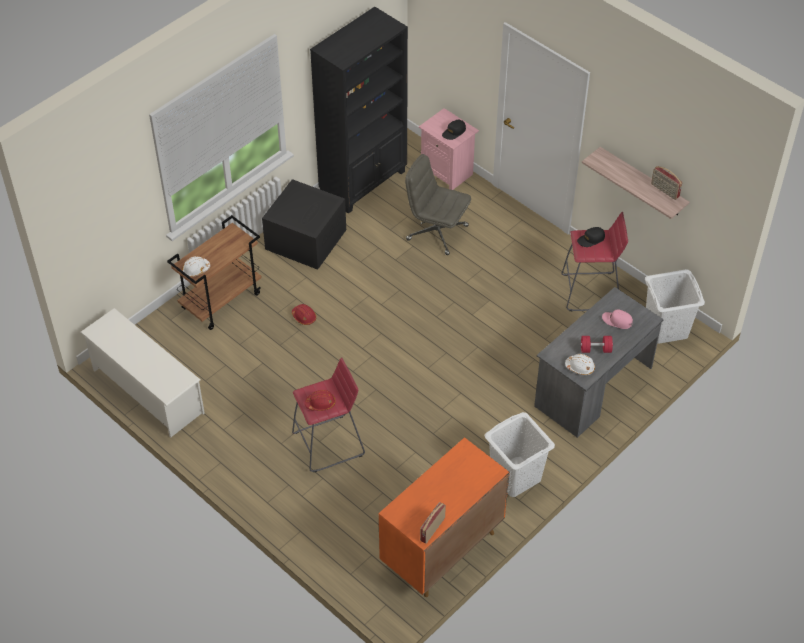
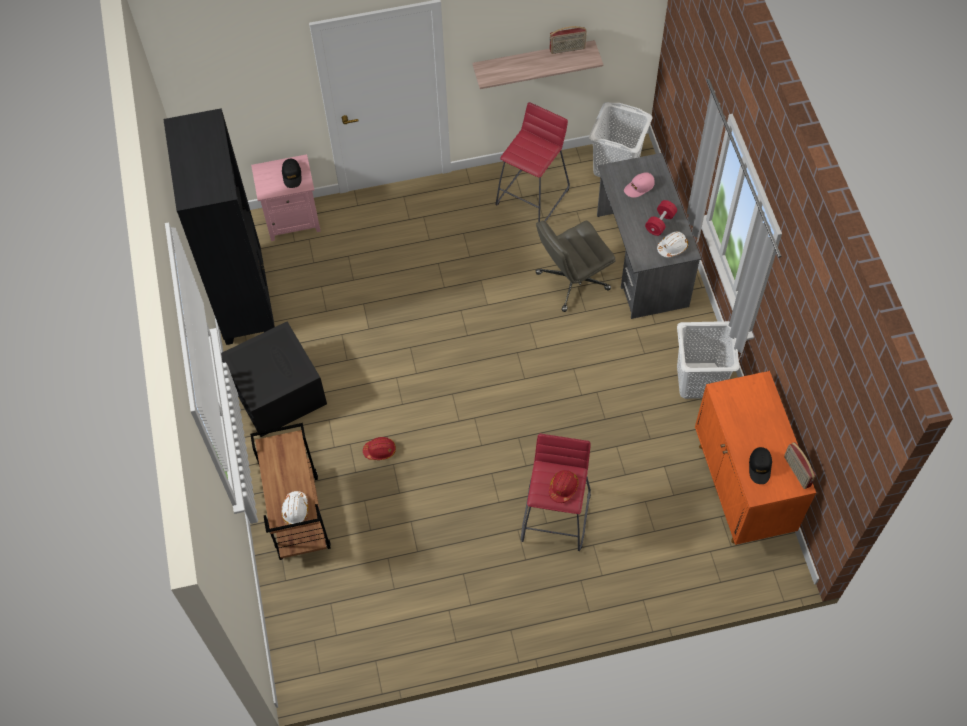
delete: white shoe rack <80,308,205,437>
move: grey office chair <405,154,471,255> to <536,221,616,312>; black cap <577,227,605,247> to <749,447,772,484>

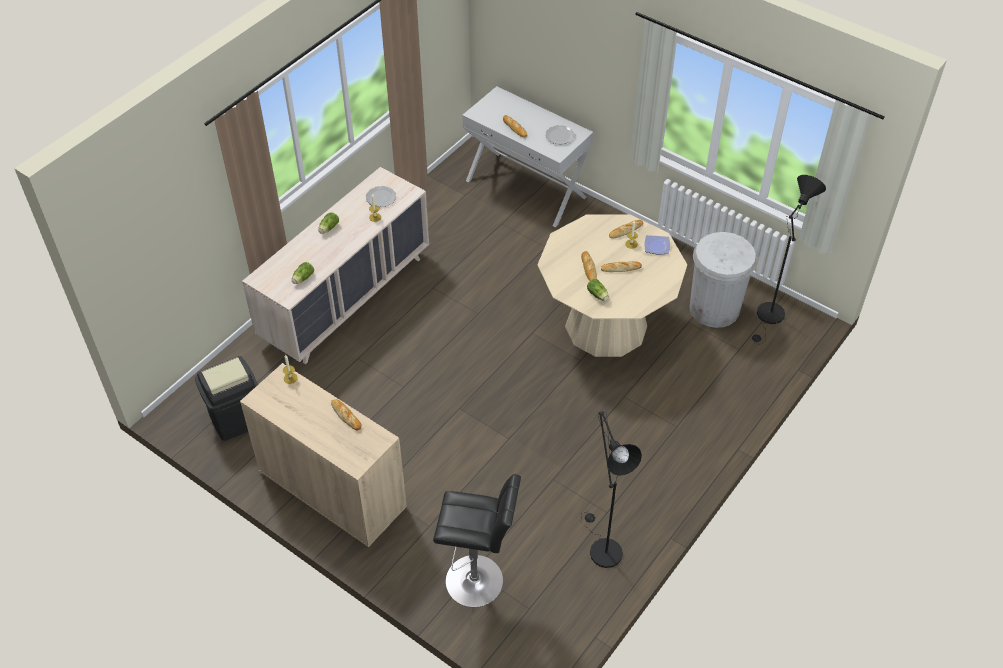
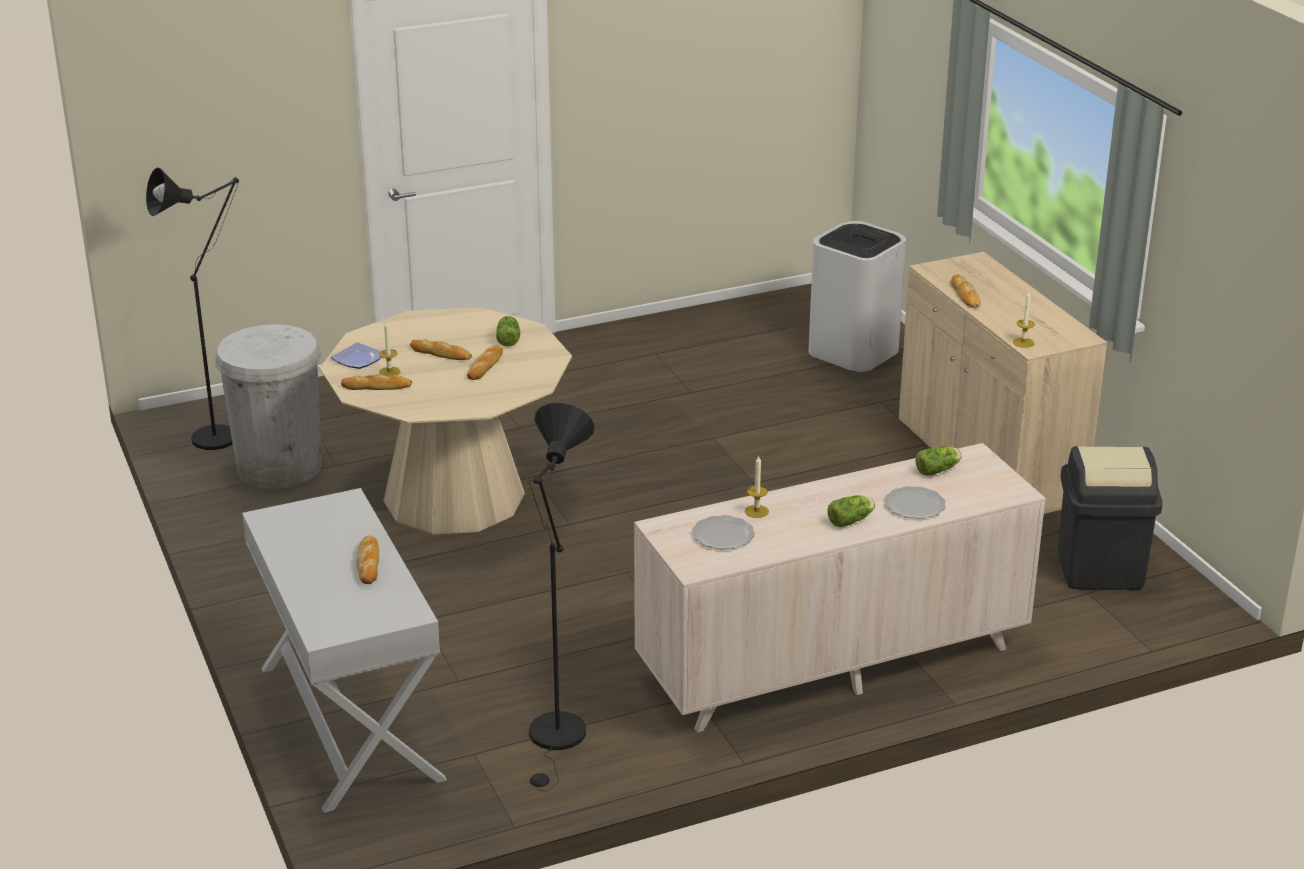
move: plate <545,125,574,144> to <885,486,946,519>; black floor lamp <581,411,642,568> to <529,403,595,791>
replace: black stool <433,474,521,607> to white trash can <809,221,906,372>

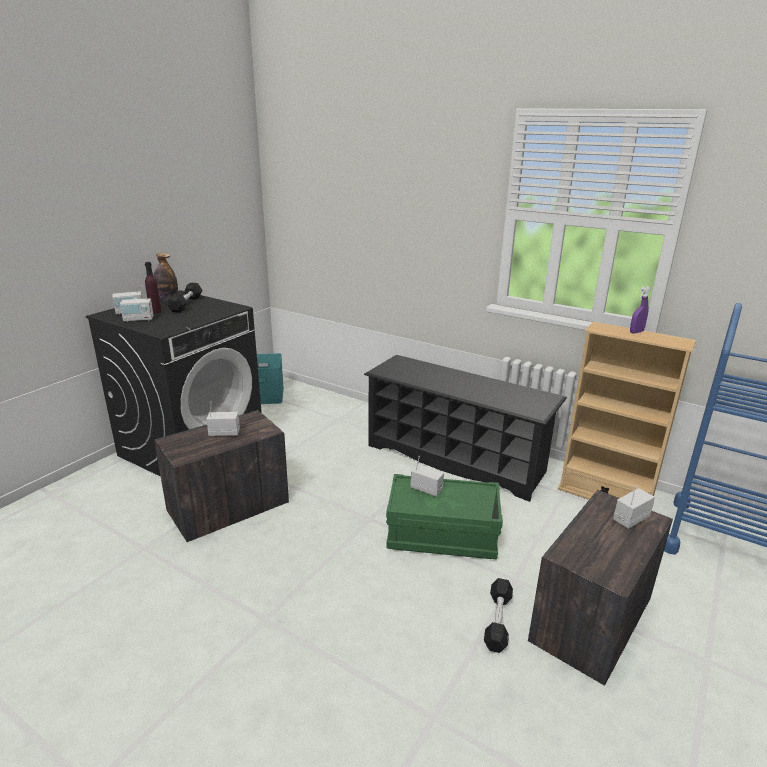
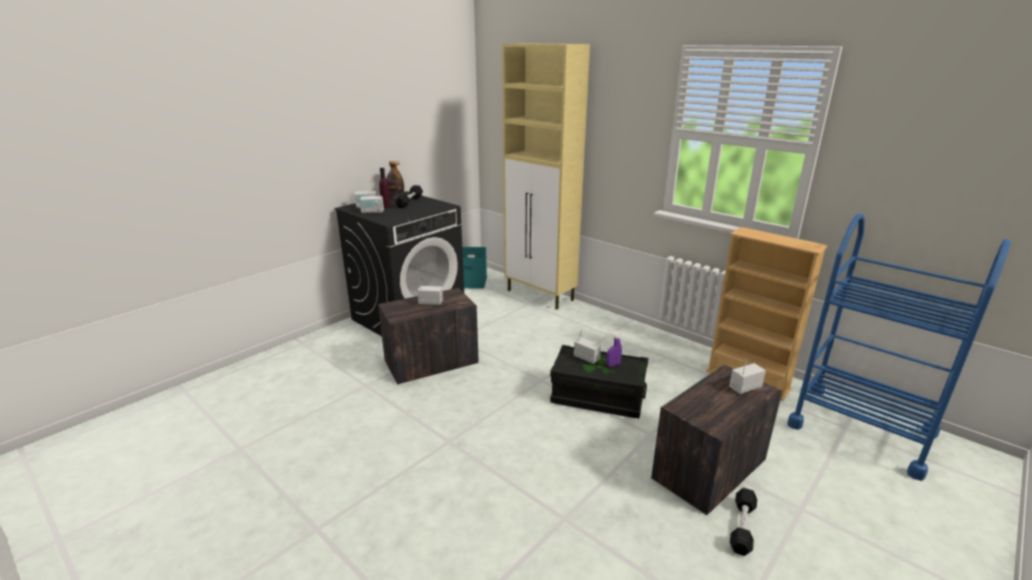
delete: black shoe rack <364,355,567,502>
insert: beige cabinet <502,44,590,309>
move: purple spray bottle <630,287,651,334> to <606,331,622,366>; black dumbbell <484,578,513,653> to <730,488,757,556>
recolor: green storage box <386,474,503,559> to black storage box <550,345,649,418>

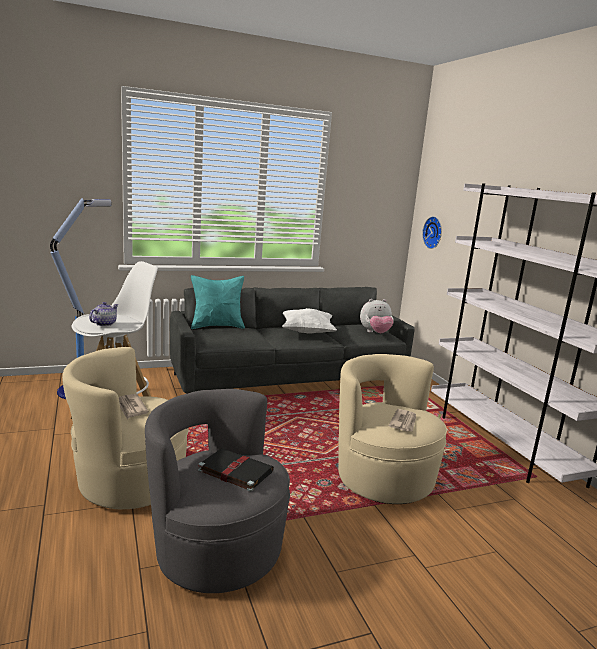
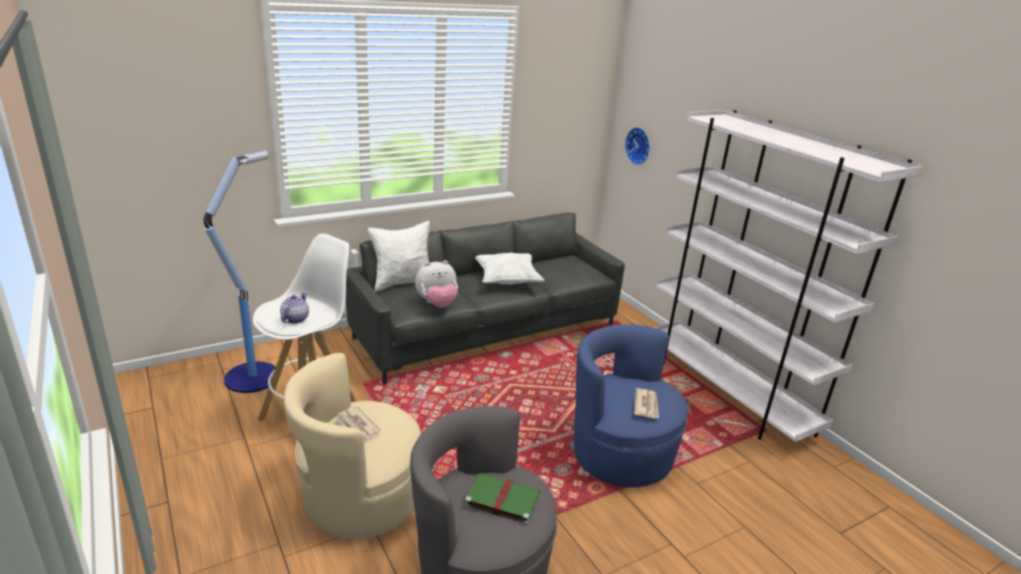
move: plush toy <360,299,394,333> to <415,260,458,307>
recolor: turquoise pillow <191,275,245,329> to white pillow <368,221,430,292>; beige armchair <338,354,447,504> to blue armchair <574,325,688,487>; black book <198,448,274,492> to green book <462,473,540,525>

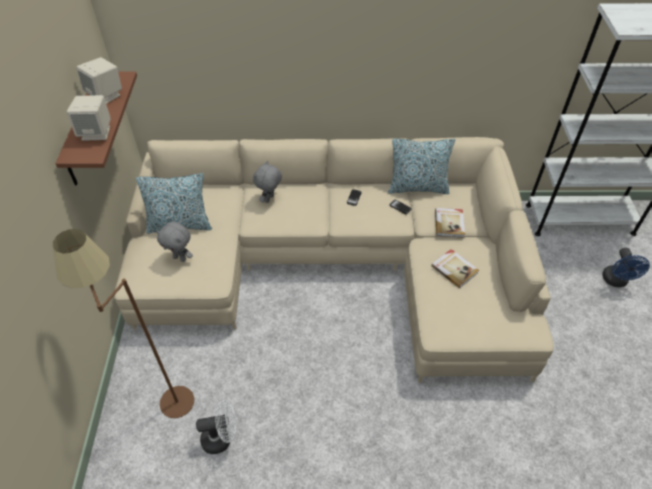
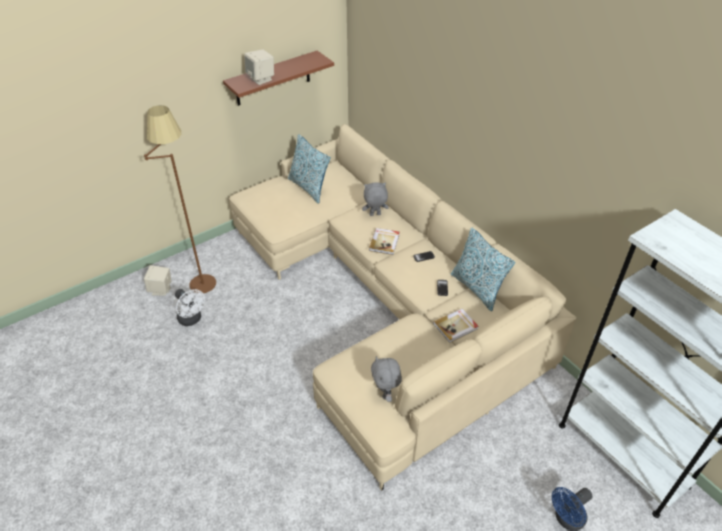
move: beige speaker <77,57,122,104> to <144,265,172,296>; grey plush toy <156,222,193,262> to <371,356,402,402>; book <431,249,479,288> to <369,228,399,255>

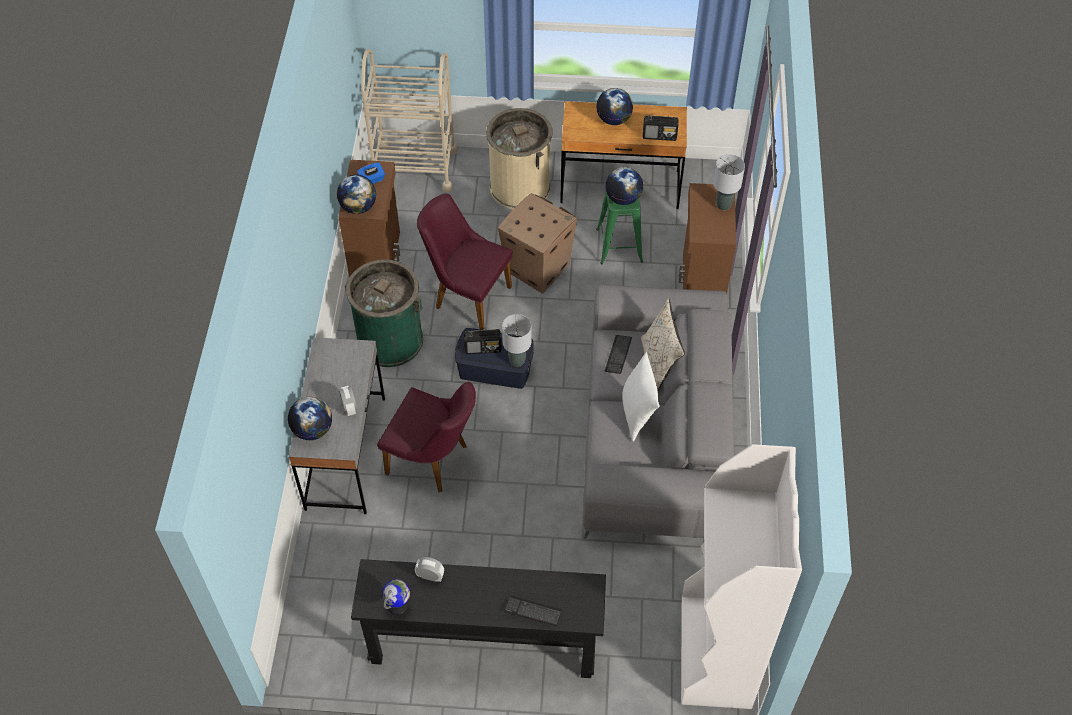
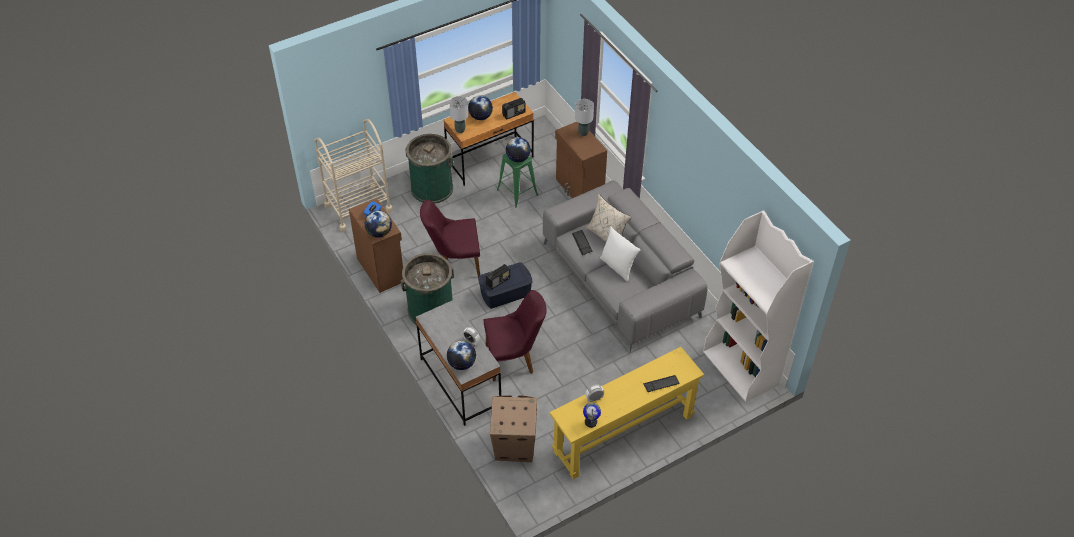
move: cardboard box <498,193,577,294> to <490,395,537,462>; grey table lamp <502,314,531,367> to <449,96,468,133>
recolor: beige trash can <486,108,553,209> to green trash can <405,134,453,204>; black console table <351,559,606,678> to yellow console table <550,347,704,479>

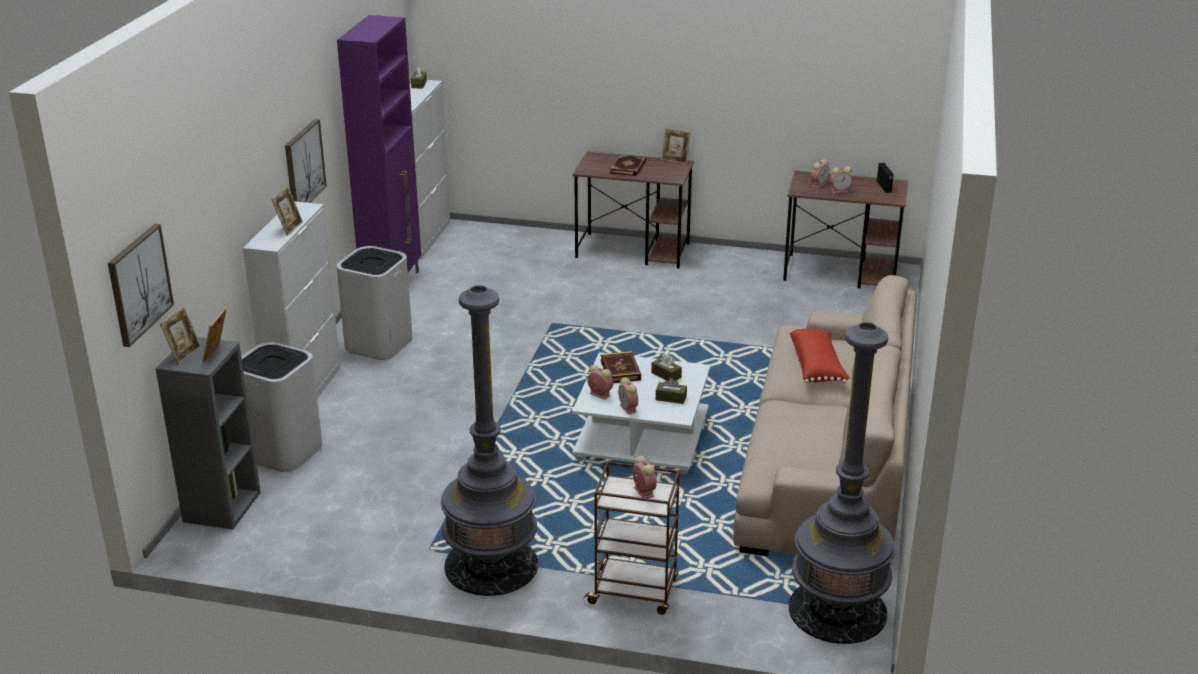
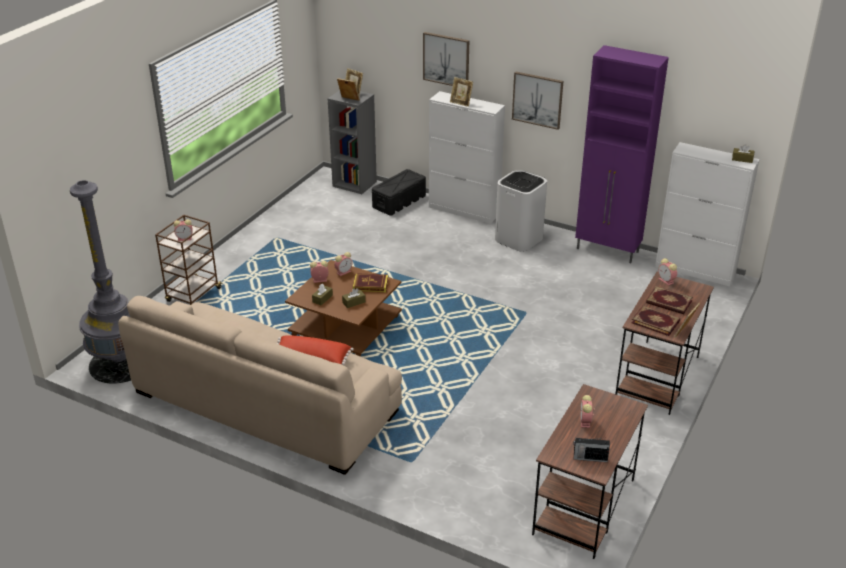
delete: grey floor lamp <441,285,538,596>
insert: book <632,306,680,336>
move: alarm clock <811,159,829,188> to <658,258,677,285>; picture <108,224,174,347> to <423,32,469,86>
replace: white trash can <241,342,323,472> to black storage box <372,169,426,216>
recolor: white coffee table <572,352,711,475> to brown coffee table <285,260,402,357>

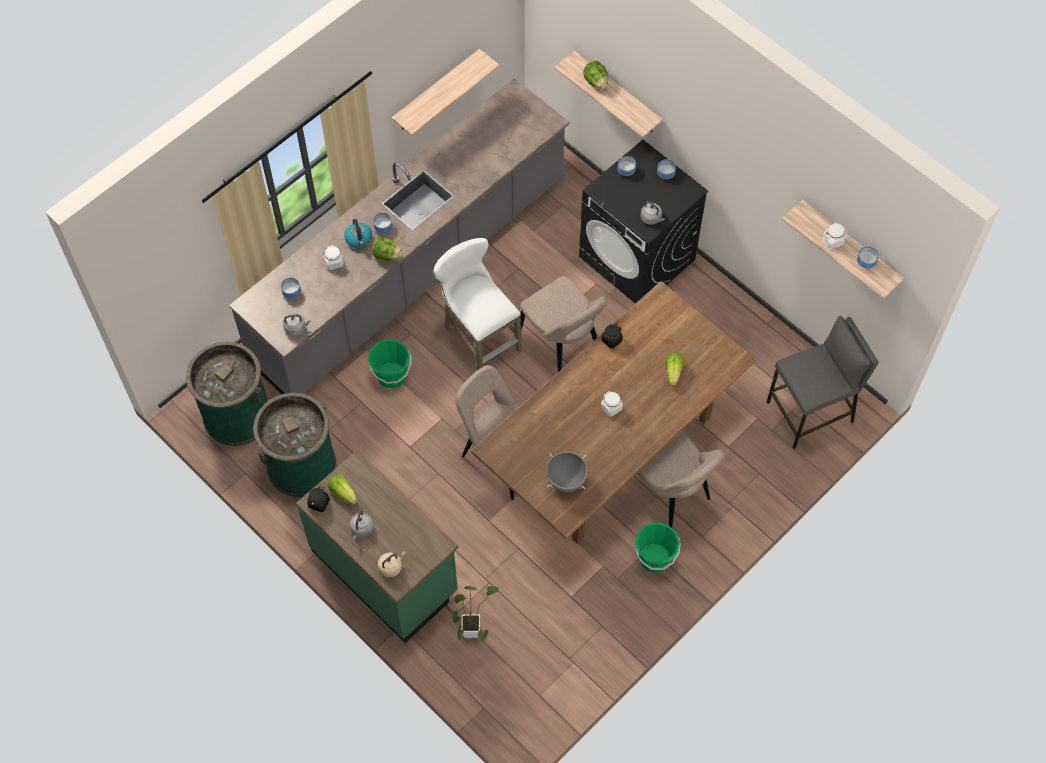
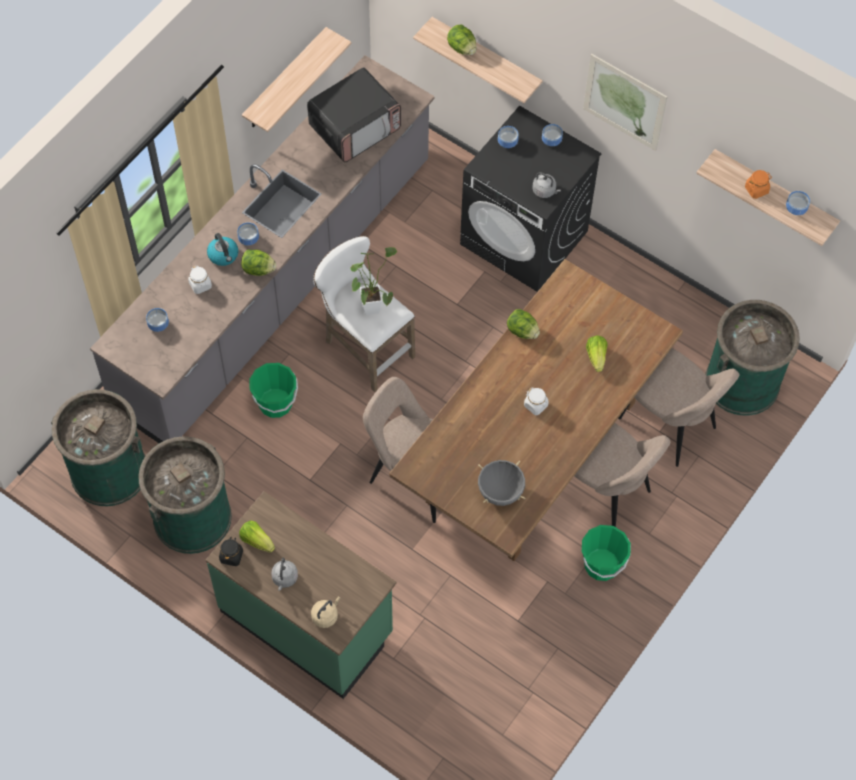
delete: grey kettle <283,313,311,336>
insert: picture <583,54,668,151>; microwave <307,68,401,162>
move: beige chair <520,276,607,372> to <618,348,739,467>; potted plant <452,586,499,642> to <350,247,397,315>
replace: grey stool <767,316,879,449> to green trash can <705,300,800,416>; black jar <601,324,623,349> to lettuce <507,309,540,339>
recolor: white jar <823,223,848,249> to orange jar <745,170,772,199>

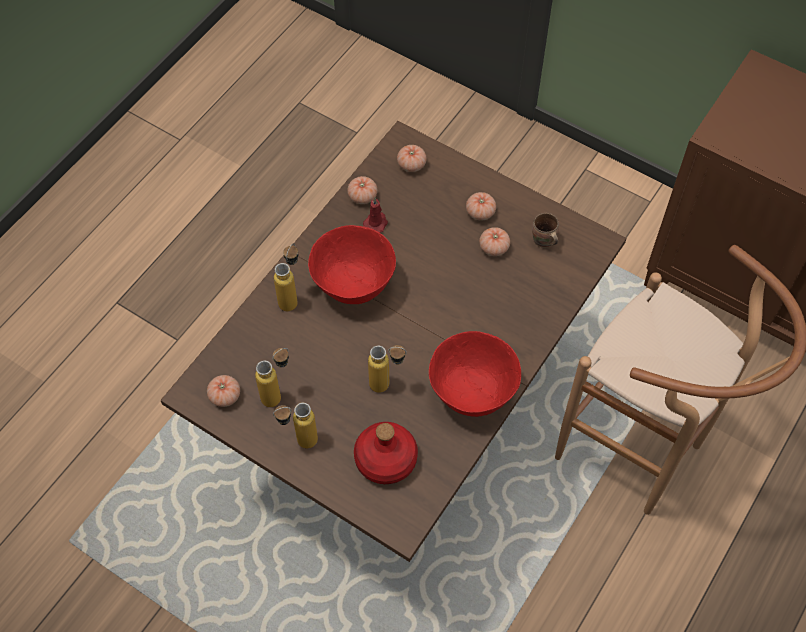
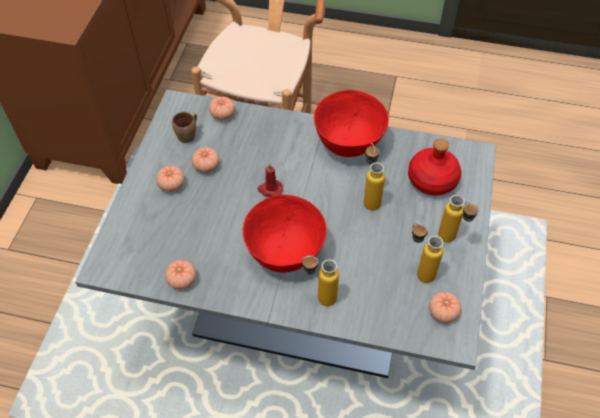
move: tomato <397,145,427,172> to <209,96,235,120>; red candle <363,198,388,233> to <258,163,283,197>
recolor: brown dining table <161,121,626,562> to grey dining table <75,90,496,378>

